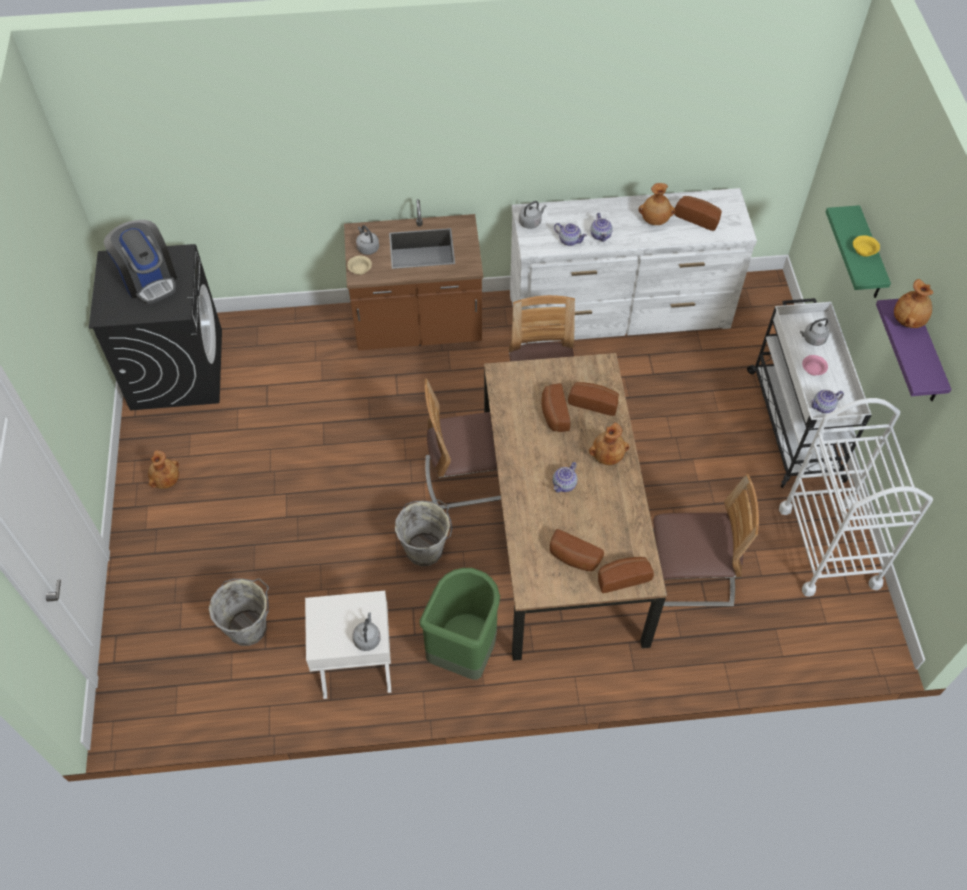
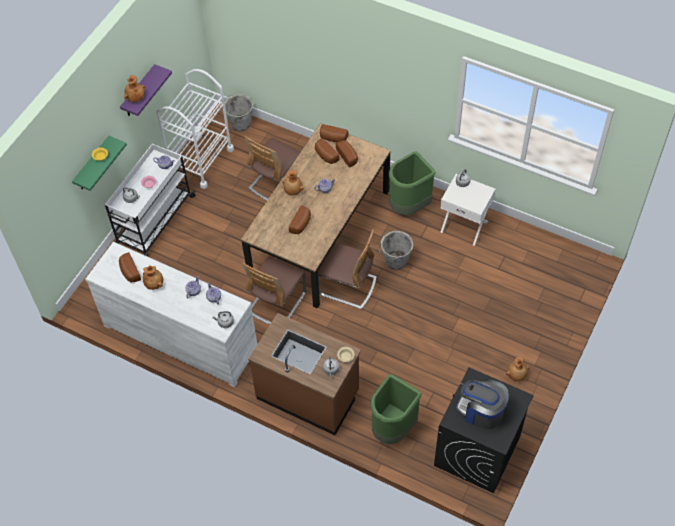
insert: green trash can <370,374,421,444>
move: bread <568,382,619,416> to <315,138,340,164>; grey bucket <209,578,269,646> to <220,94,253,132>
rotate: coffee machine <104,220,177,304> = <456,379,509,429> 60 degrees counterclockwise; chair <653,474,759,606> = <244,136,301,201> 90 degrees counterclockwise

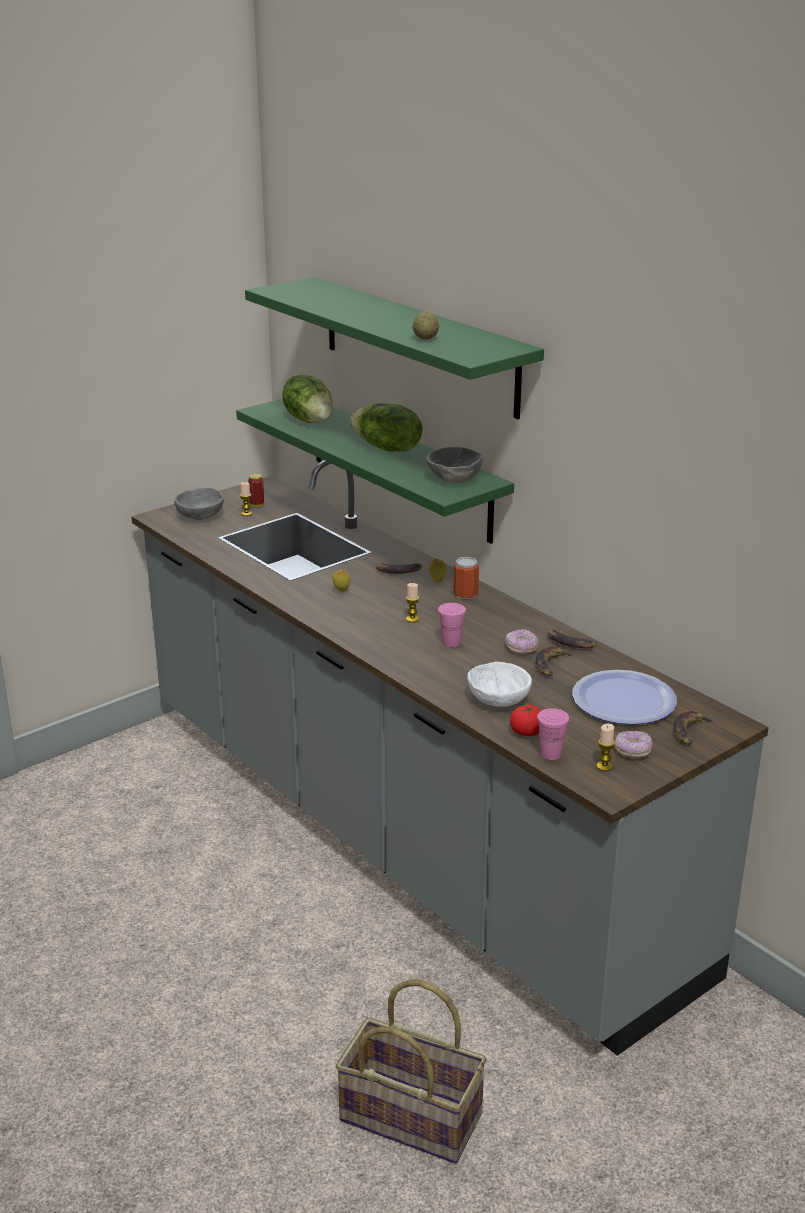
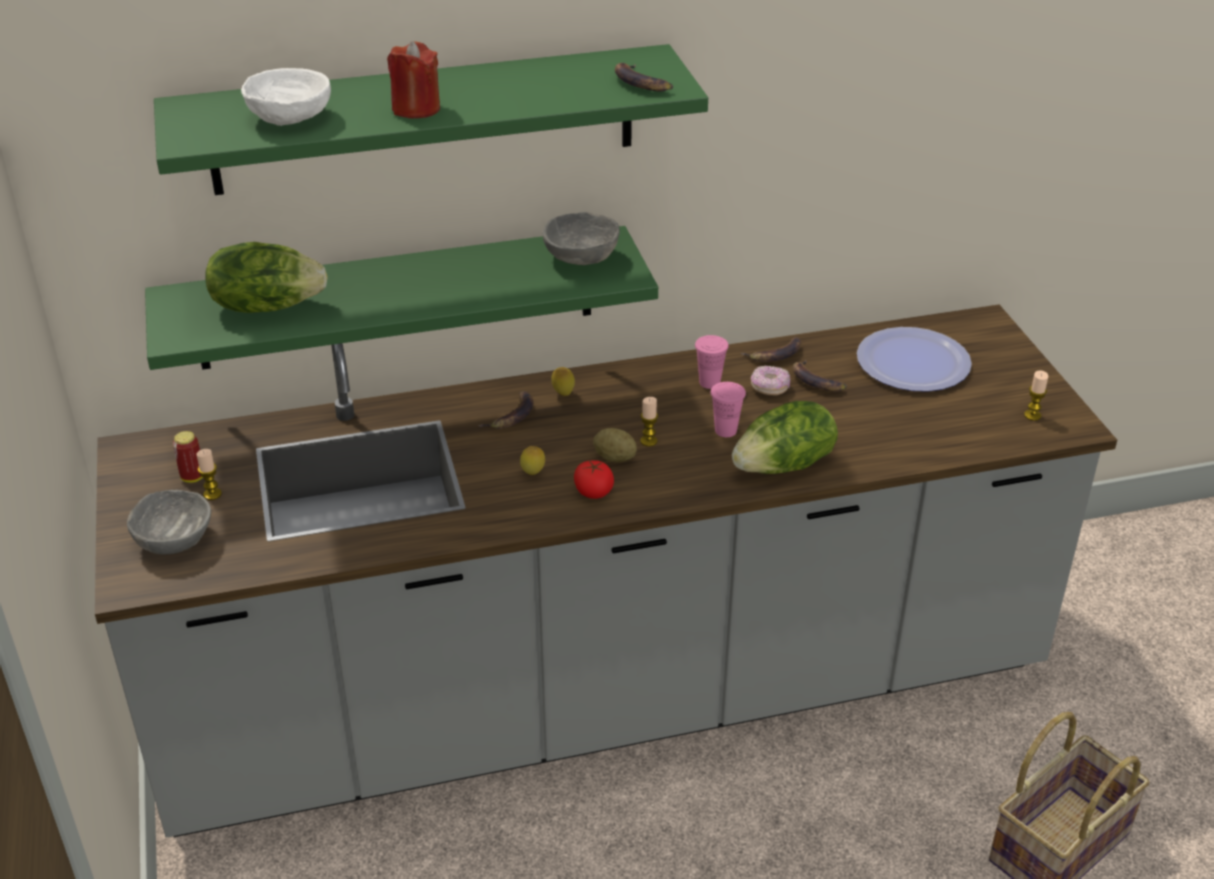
delete: can <453,557,479,600>; donut <614,731,653,758>
insert: red candle <387,41,440,119>
move: potato <412,311,439,340> to <593,428,637,462>; lettuce <350,403,422,452> to <732,401,838,474>; white bowl <467,662,532,707> to <241,68,331,126>; tomato <510,705,542,736> to <574,460,614,499>; pink cup <537,708,569,760> to <695,335,729,389>; banana <674,711,715,745> to <615,63,673,92>

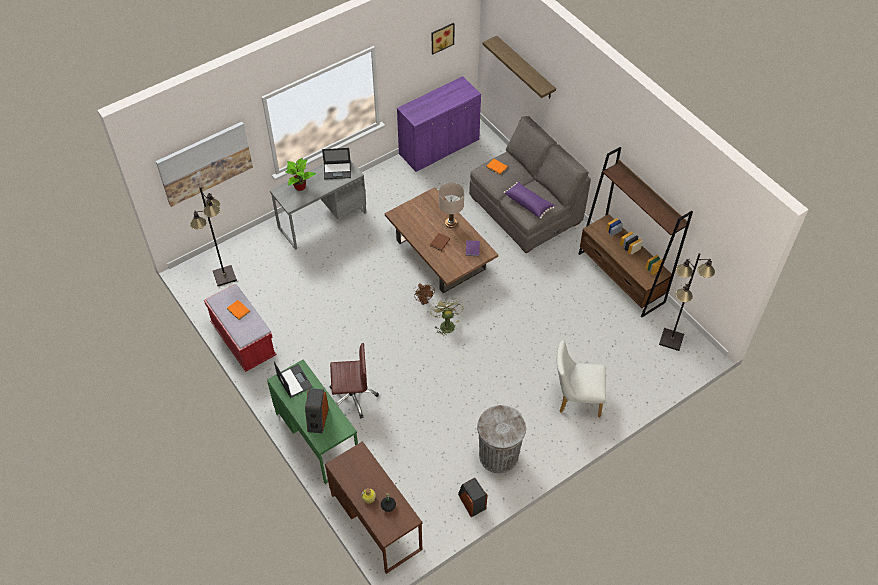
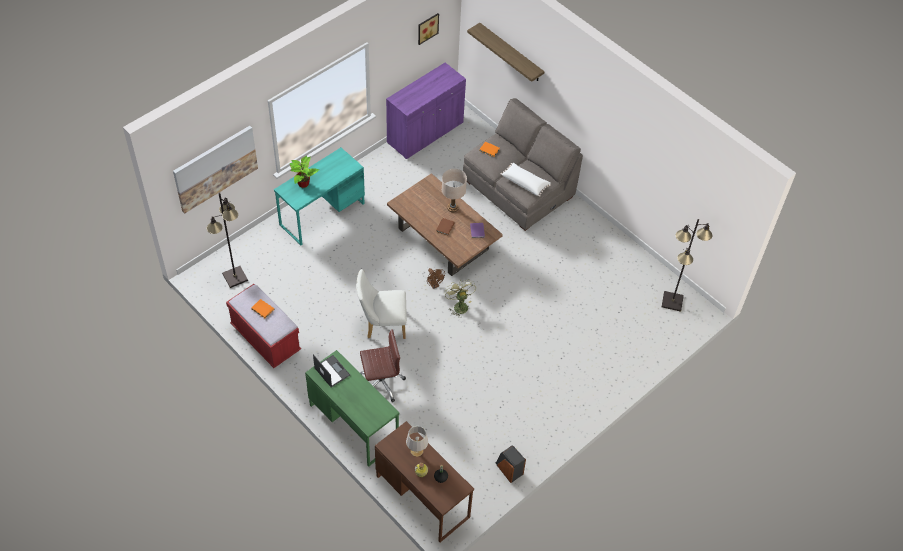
delete: brown bookcase <578,147,693,317>; laptop <322,148,351,180>; speaker <305,388,329,433>; grey trash can <477,405,526,473>
insert: grey table lamp <406,426,428,457>
move: white chair <557,340,606,417> to <357,269,407,339>
recolor: grey desk <270,160,366,250> to turquoise desk <274,148,365,245>; purple pillow <504,182,555,218> to white pillow <501,163,551,197>

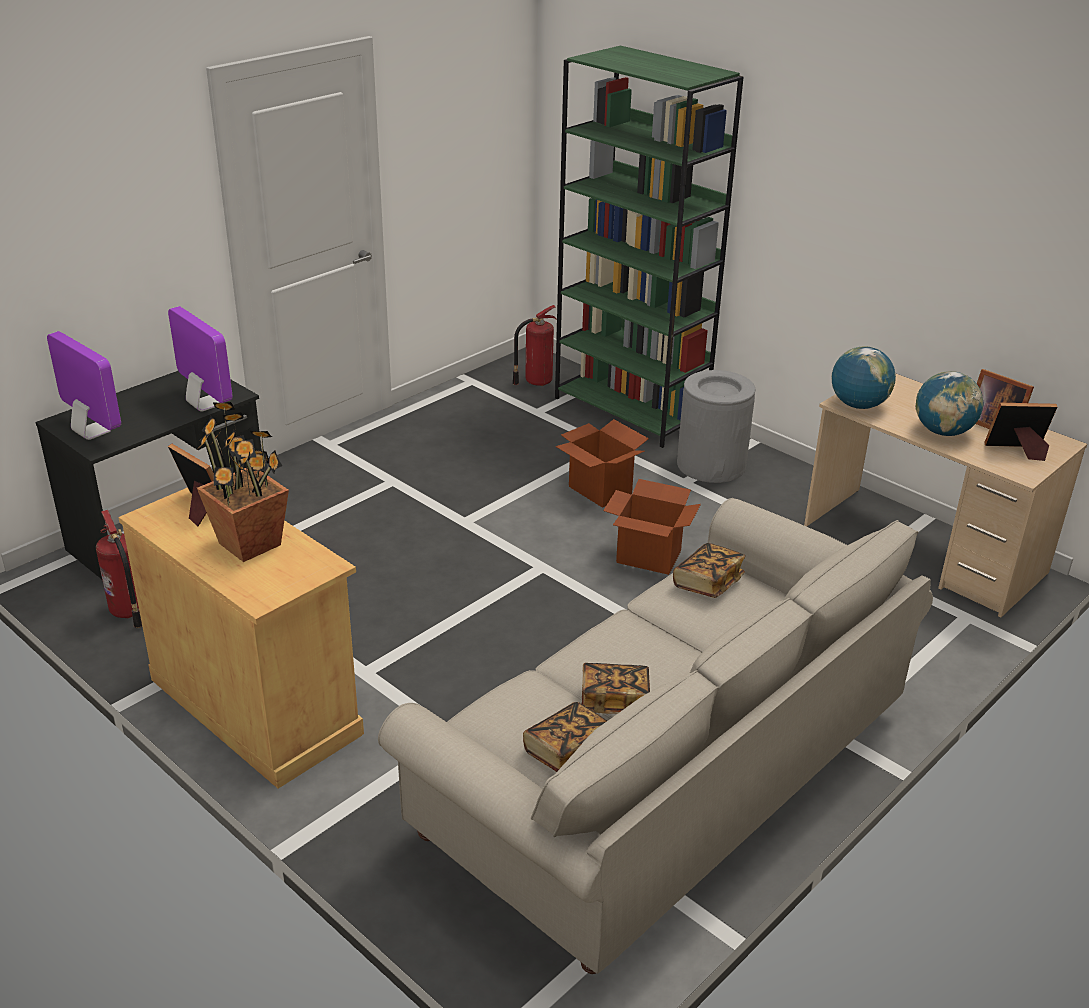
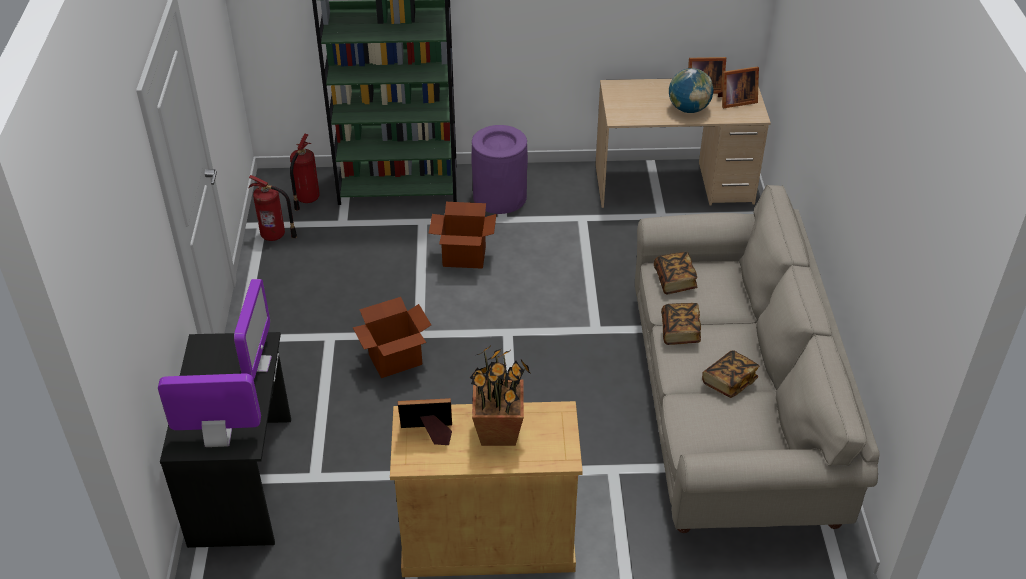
delete: globe <831,346,896,409>
move: cardboard box <603,479,701,575> to <353,297,431,378>; fire extinguisher <96,510,142,628> to <248,175,297,241>; book <523,702,607,772> to <661,303,701,345>
recolor: grey trash can <677,370,756,483> to purple trash can <471,125,528,214>
rotate: monitor <168,306,233,412> = <234,279,272,380> 90 degrees clockwise; picture frame <984,403,1057,461> = <718,66,759,108> 150 degrees counterclockwise

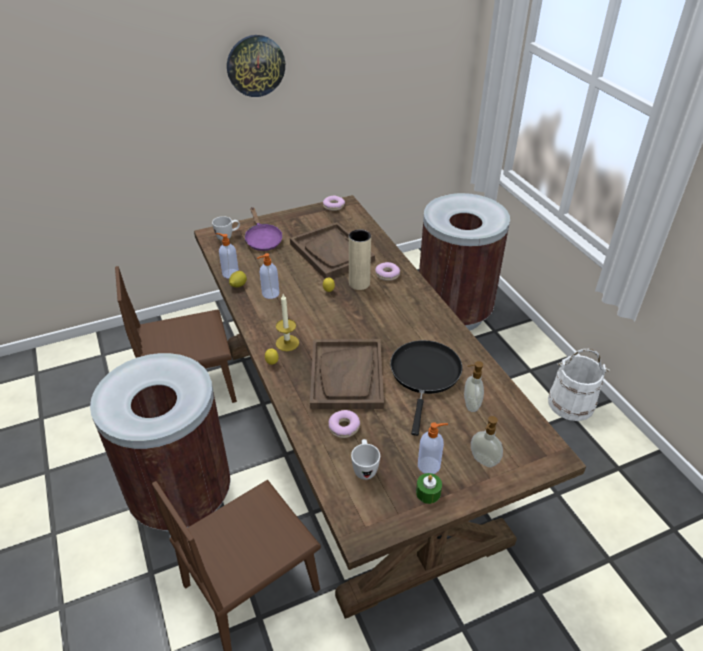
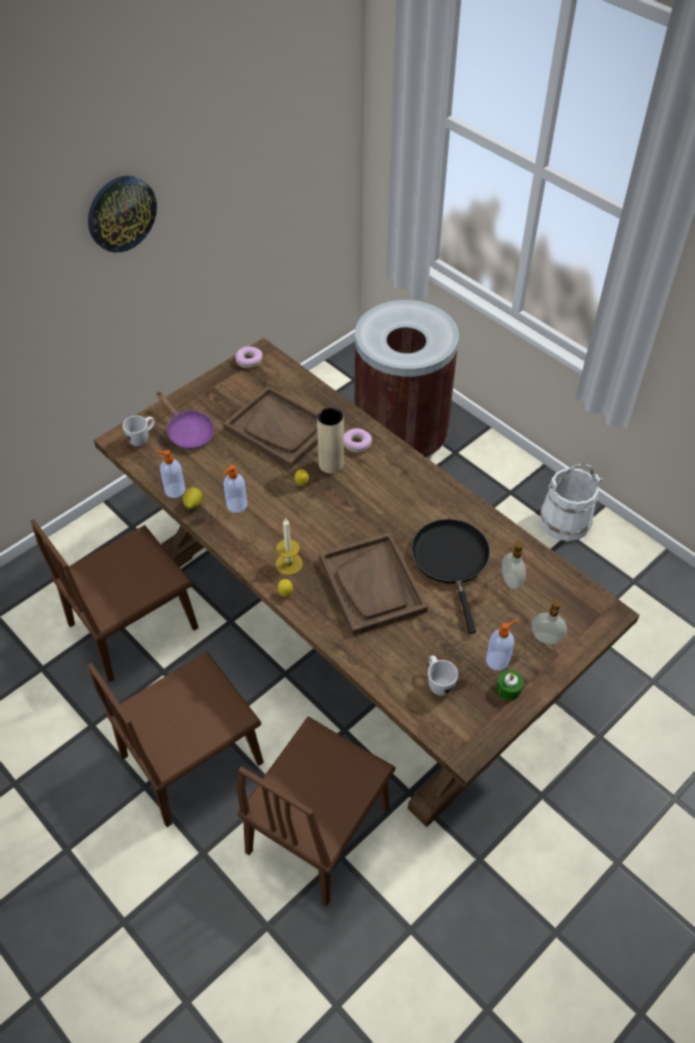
delete: donut <328,410,360,438>
replace: brown trash can <90,353,231,532> to brown chair <88,652,264,827>

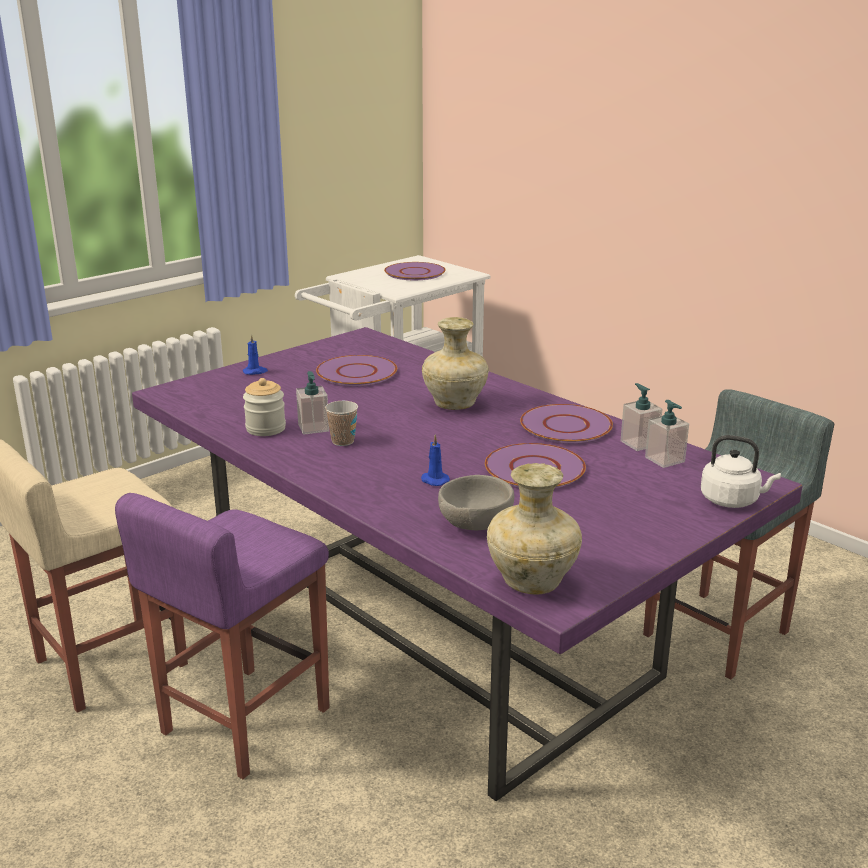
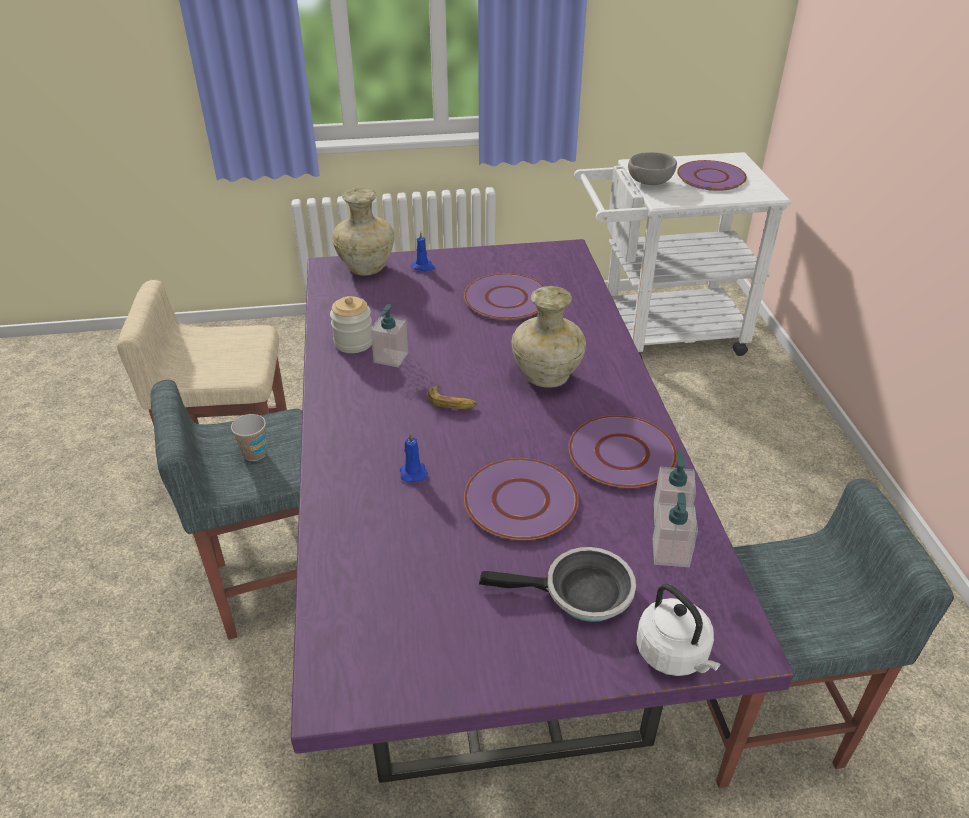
insert: banana <427,386,477,409>; frying pan <479,547,636,622>
move: cup <325,401,358,446> to <231,414,267,461>; beige vase <487,463,582,595> to <332,188,394,275>; grey bowl <438,475,514,530> to <628,152,677,185>
recolor: purple stool <115,493,329,779> to grey stool <151,380,302,640>

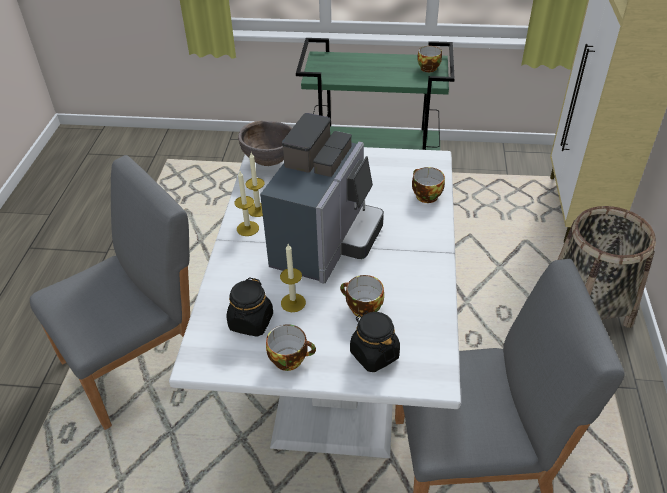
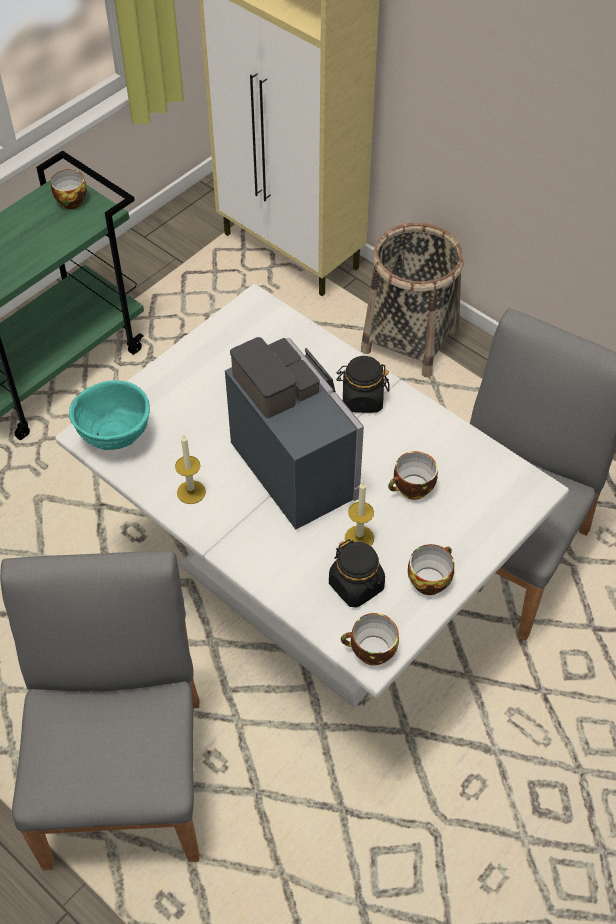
delete: candle <234,171,259,236>
move: cup <412,167,445,203> to <341,613,399,666>; black jar <350,311,400,372> to <336,356,390,413>
recolor: brown bowl <238,121,292,166> to turquoise bowl <69,380,150,450>

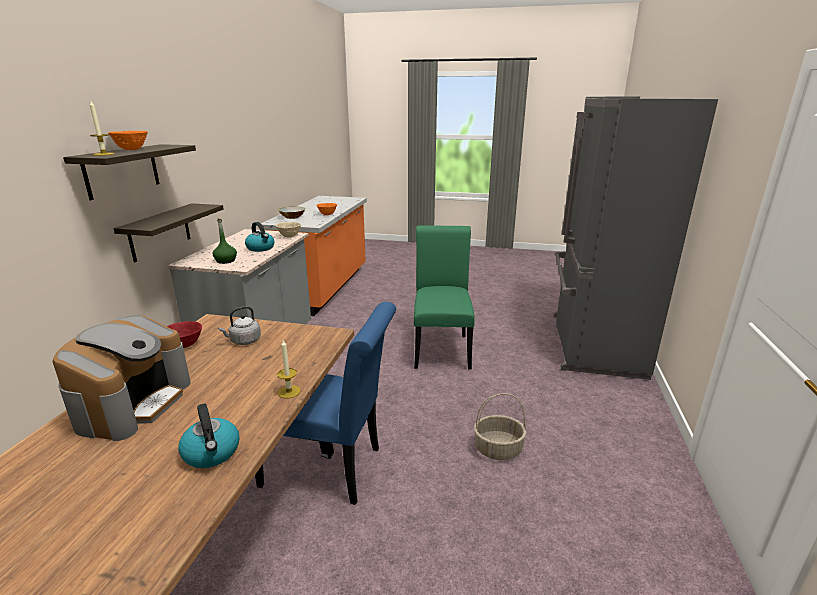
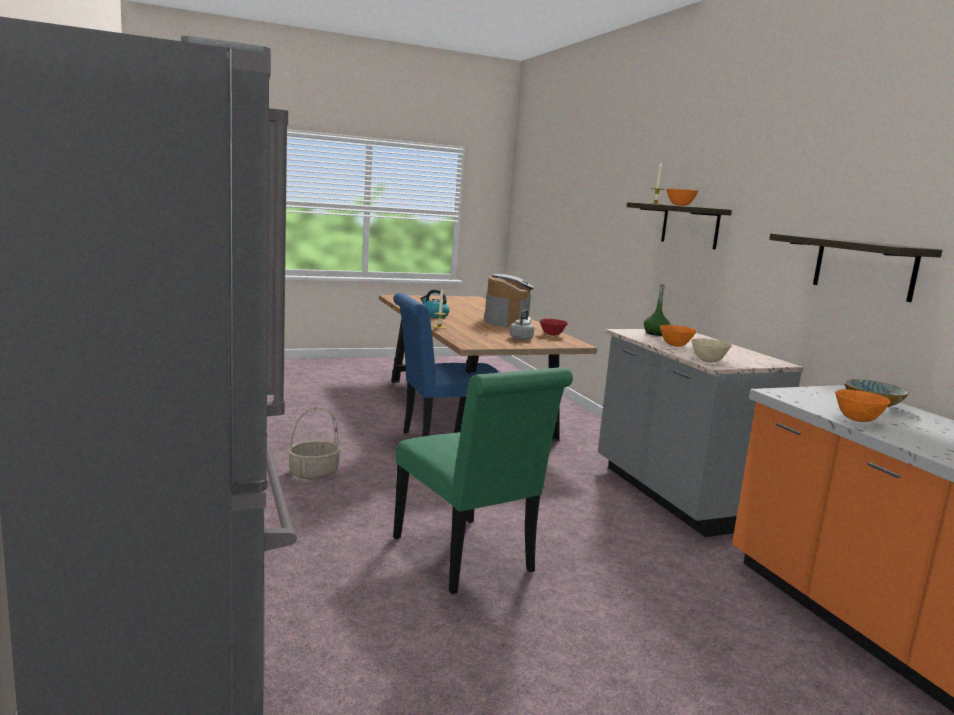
move: shelf <114,203,224,262> to <769,233,942,302>
replace: kettle <245,222,274,252> to orange bowl <659,325,697,347>
rotate: coffee machine <53,315,191,441> = <484,274,534,327> 150 degrees counterclockwise

